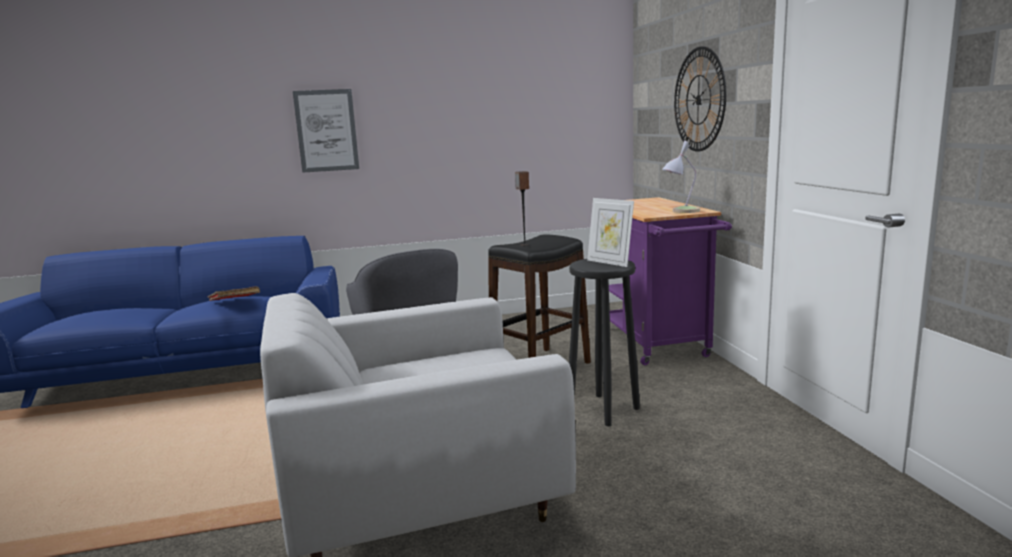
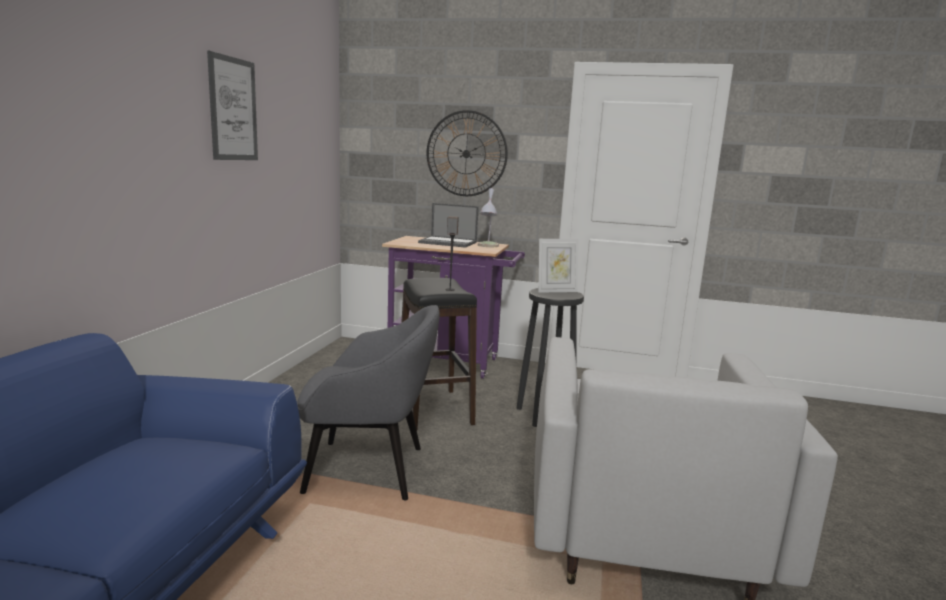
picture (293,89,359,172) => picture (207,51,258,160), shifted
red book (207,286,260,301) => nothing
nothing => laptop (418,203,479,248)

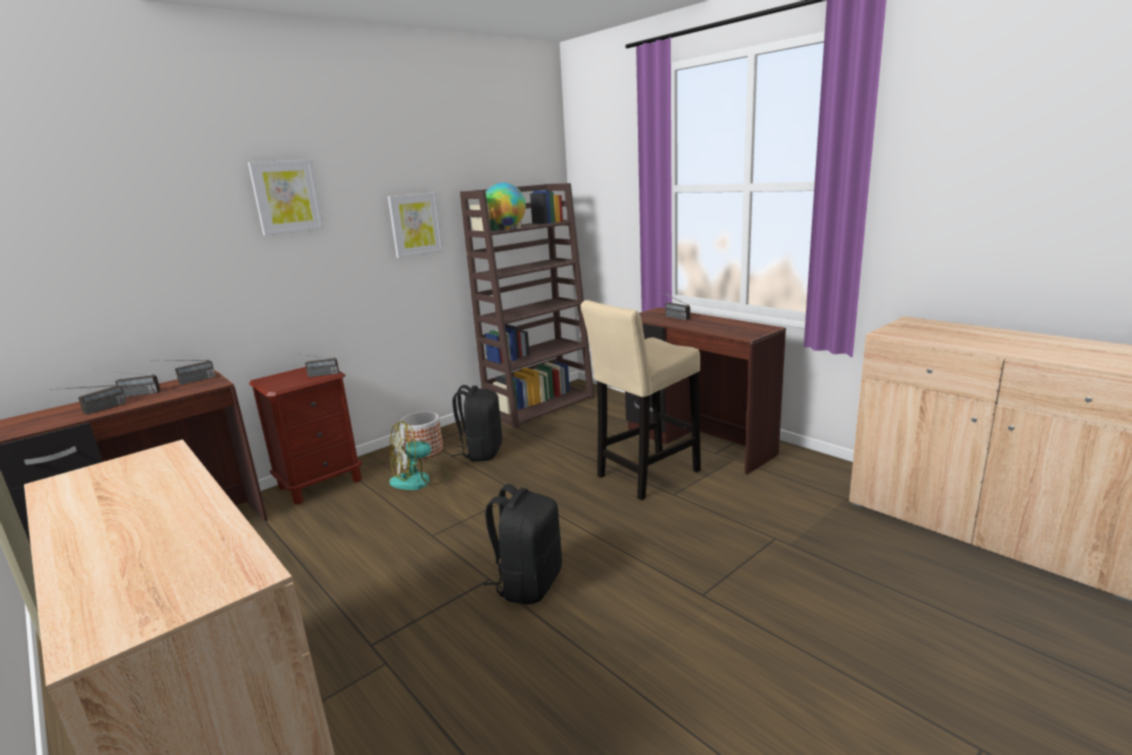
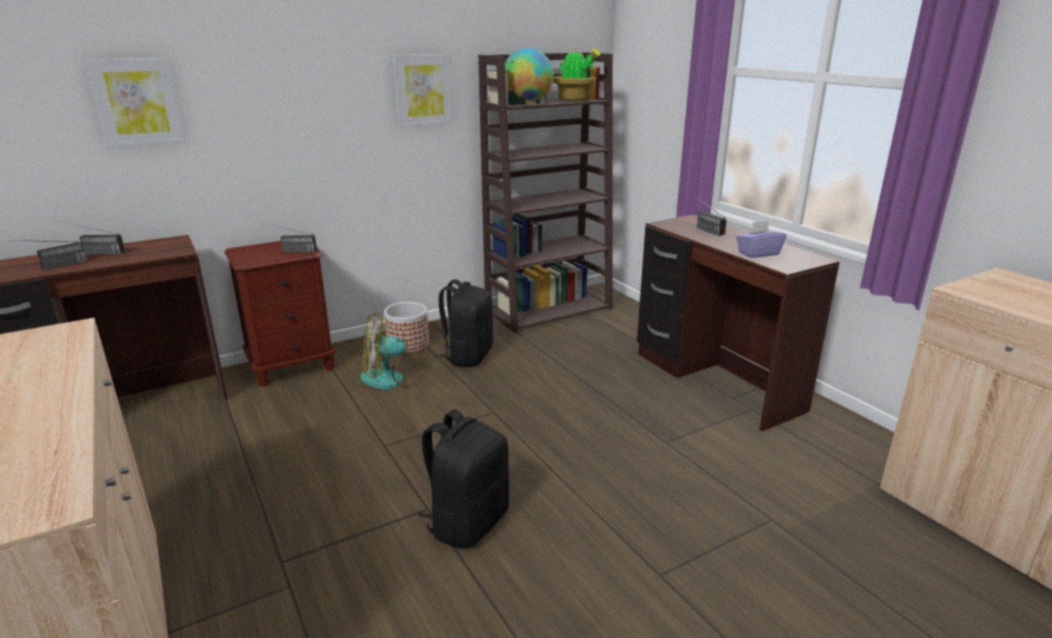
picture (248,159,324,235) => picture (85,58,186,148), shifted
beige stool (581,300,701,500) => nothing
radio (166,360,216,385) => nothing
nothing => potted plant (553,48,601,101)
nothing => purple tissue box (736,220,787,258)

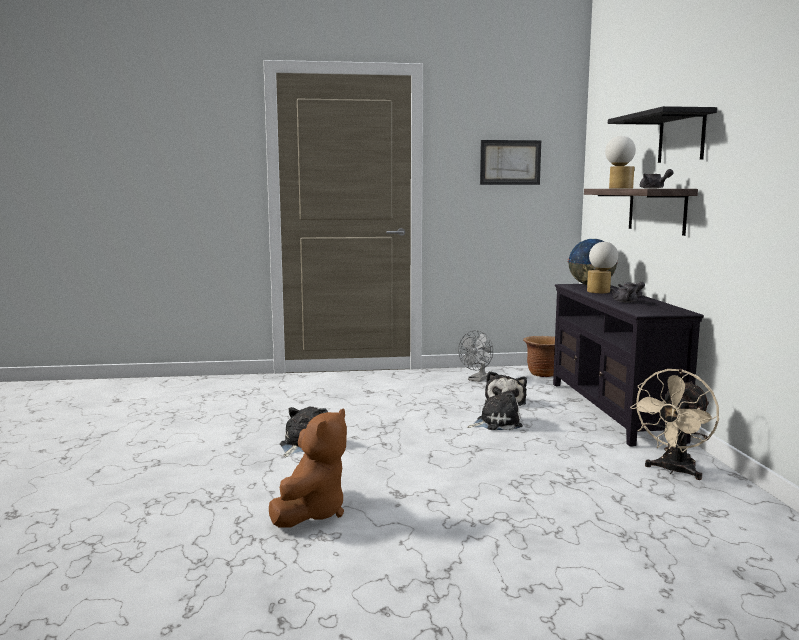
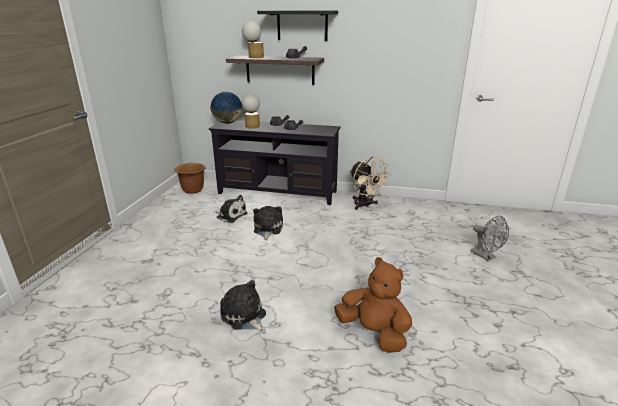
picture (480,140,541,185) => nothing
grey fan (458,330,493,382) => grey fan (471,216,509,261), shifted

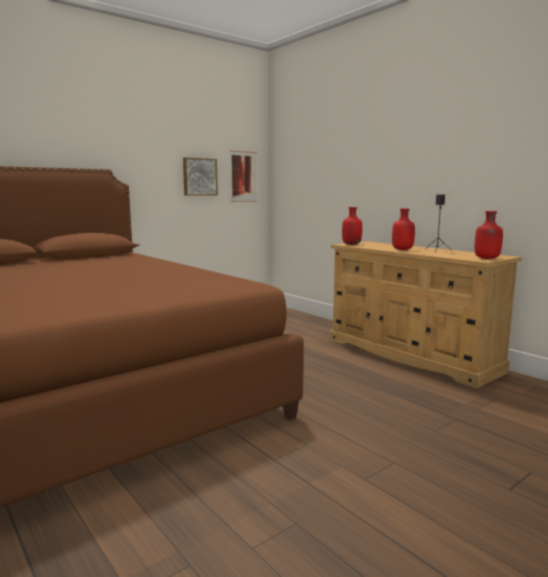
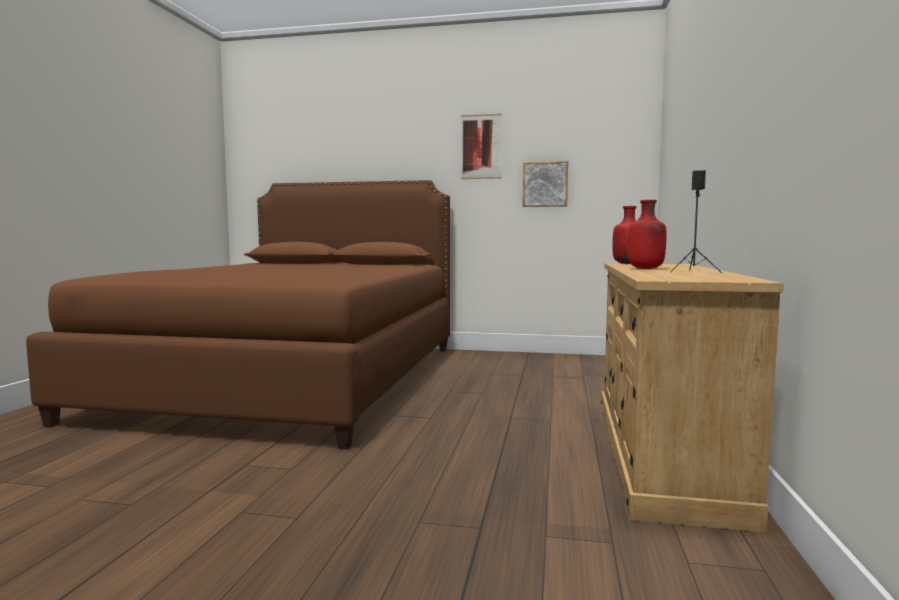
picture (230,151,257,202) => picture (461,114,502,179), shifted
red bottle (475,211,503,259) => nothing

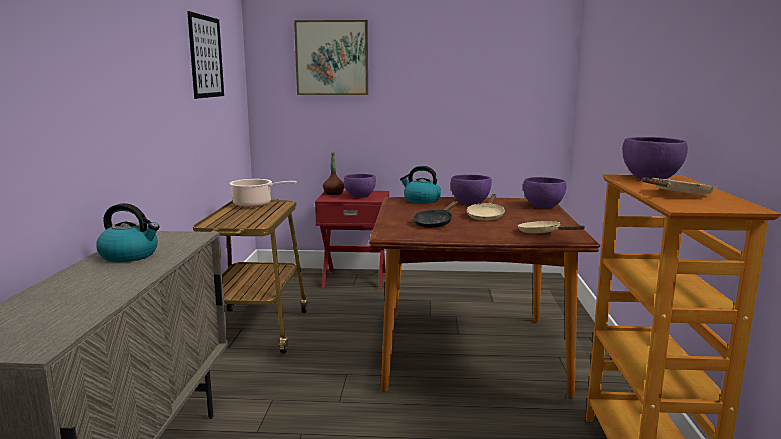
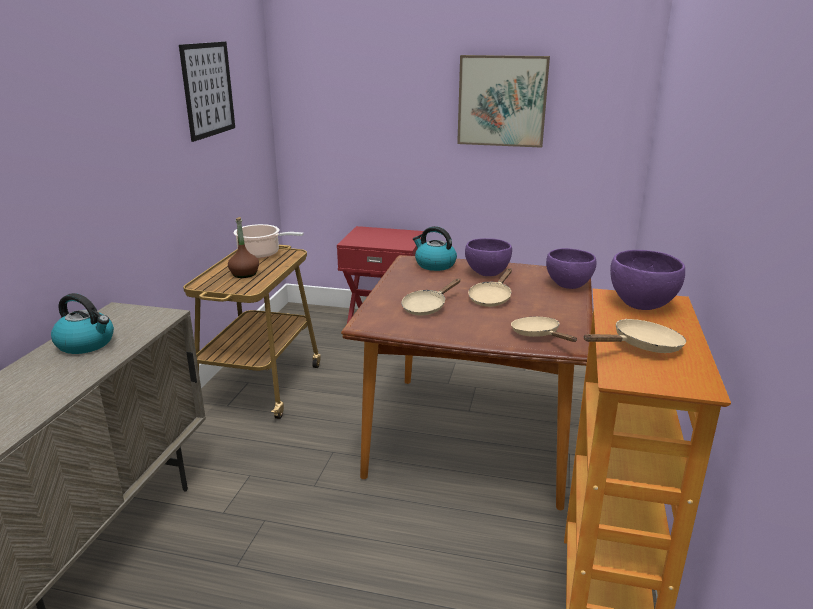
picture (294,20,368,95) => picture (457,55,550,148), shifted
brown bottle (323,152,344,195) => brown bottle (228,217,259,278), shifted
purple bowl (344,174,376,198) => nothing
black frying pan (413,201,458,228) => beige frying pan (401,279,461,316)

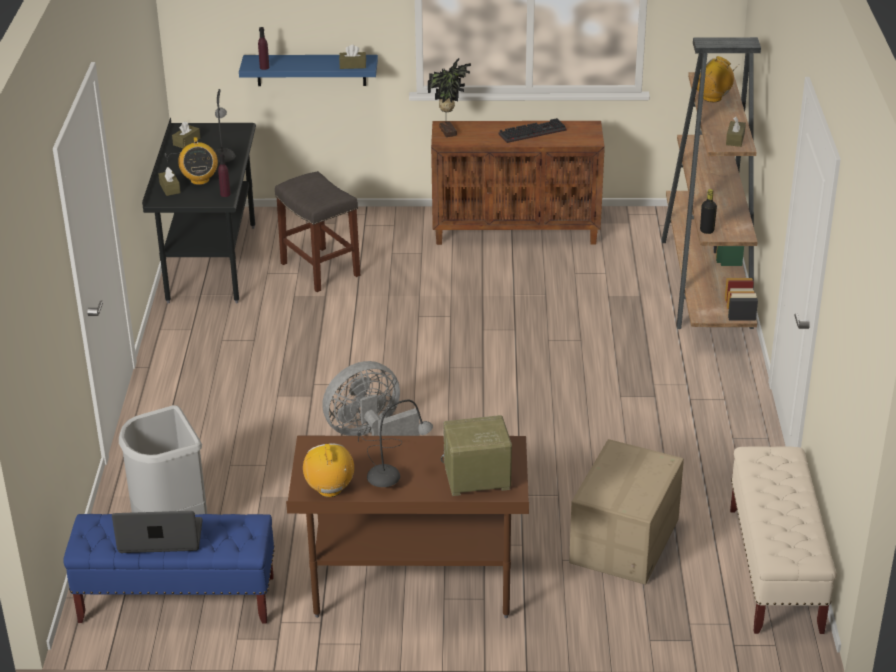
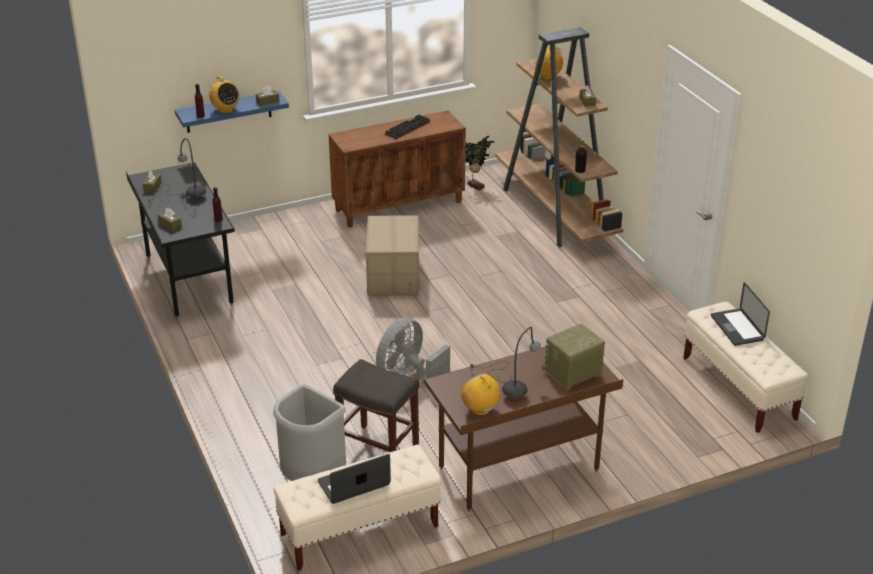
potted plant (428,58,471,137) => potted plant (465,136,494,191), shifted
radio (178,137,218,185) => radio (208,77,240,113), shifted
grey stool (275,171,360,292) => grey stool (333,359,419,452), shifted
cardboard box (569,439,684,585) => cardboard box (366,215,419,296), shifted
blue bench (64,514,275,624) => beige bench (274,444,441,571)
nothing => laptop (711,282,770,346)

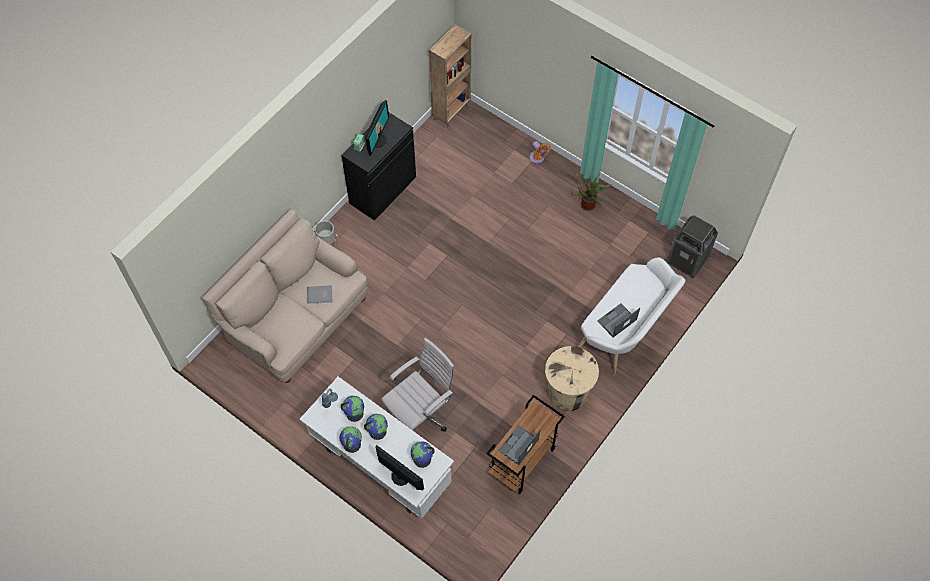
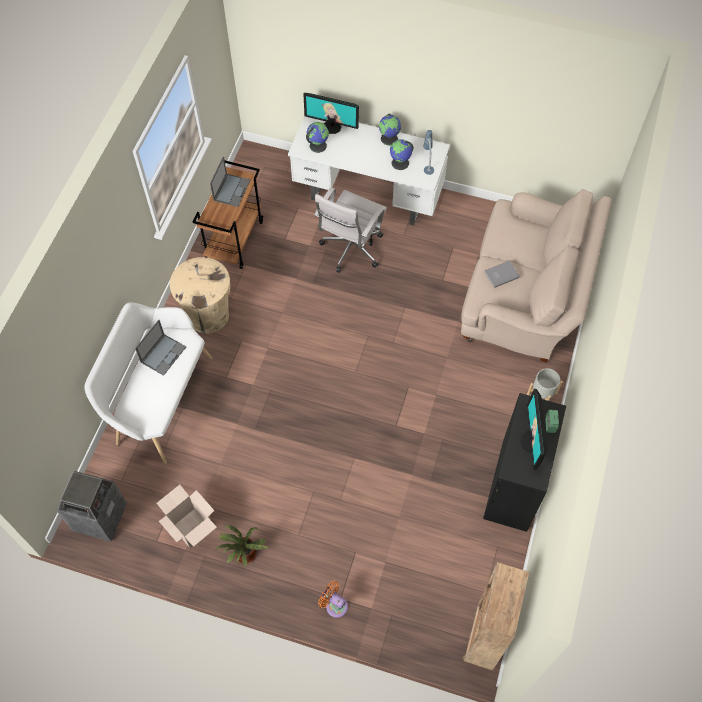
globe (364,414,388,440) => nothing
nothing => cardboard box (157,485,217,548)

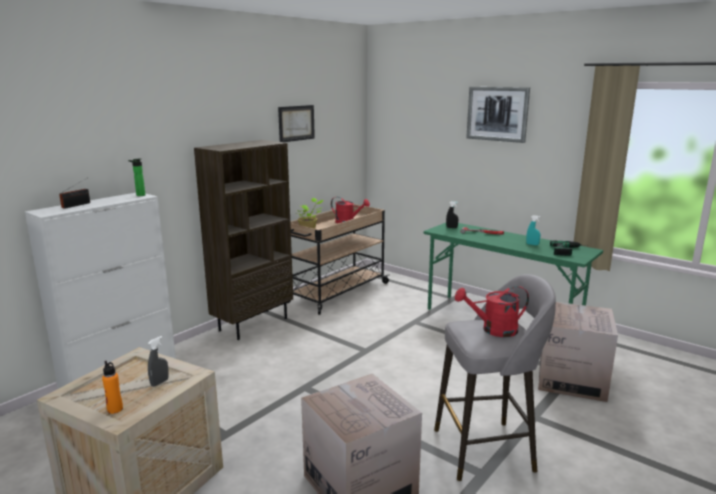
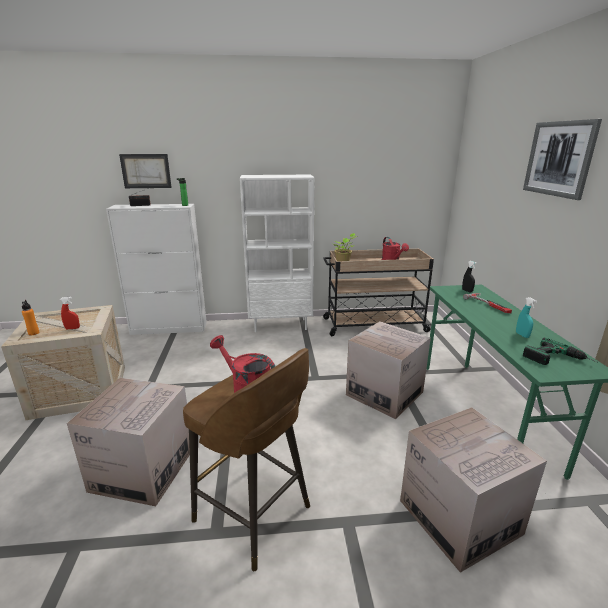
picture (278,105,315,142) => picture (119,154,172,188), shifted
brown bookcase (194,140,293,340) => white bookcase (240,175,314,332)
grey stool (434,274,556,481) => brown stool (183,348,310,571)
grey spray bottle (148,336,169,387) => red spray bottle (60,297,80,329)
nothing => cardboard box (346,321,431,419)

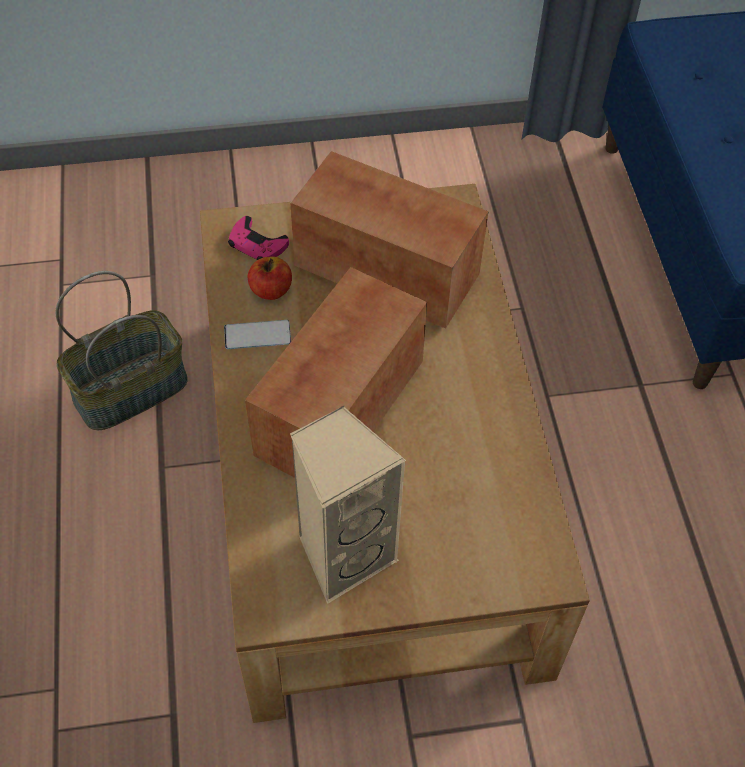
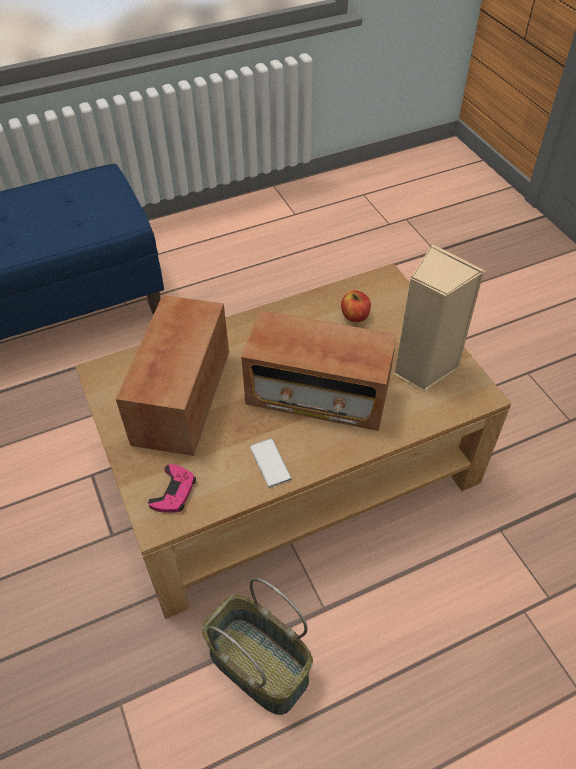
apple (248,257,292,300) => apple (341,290,371,322), shifted

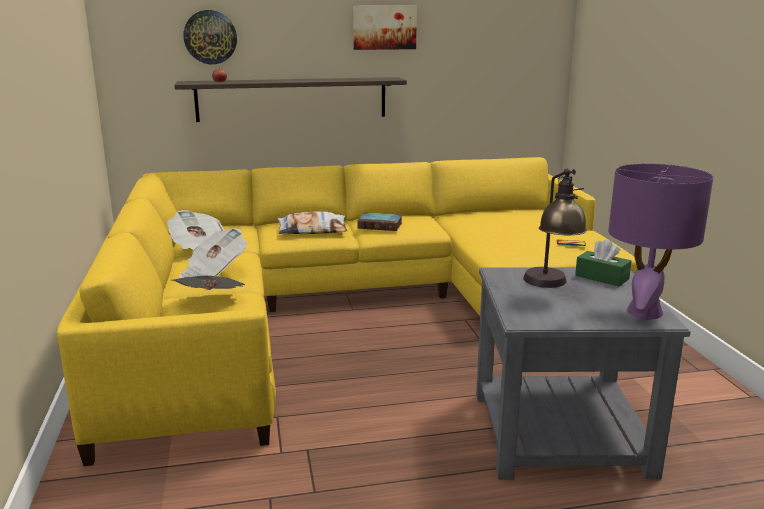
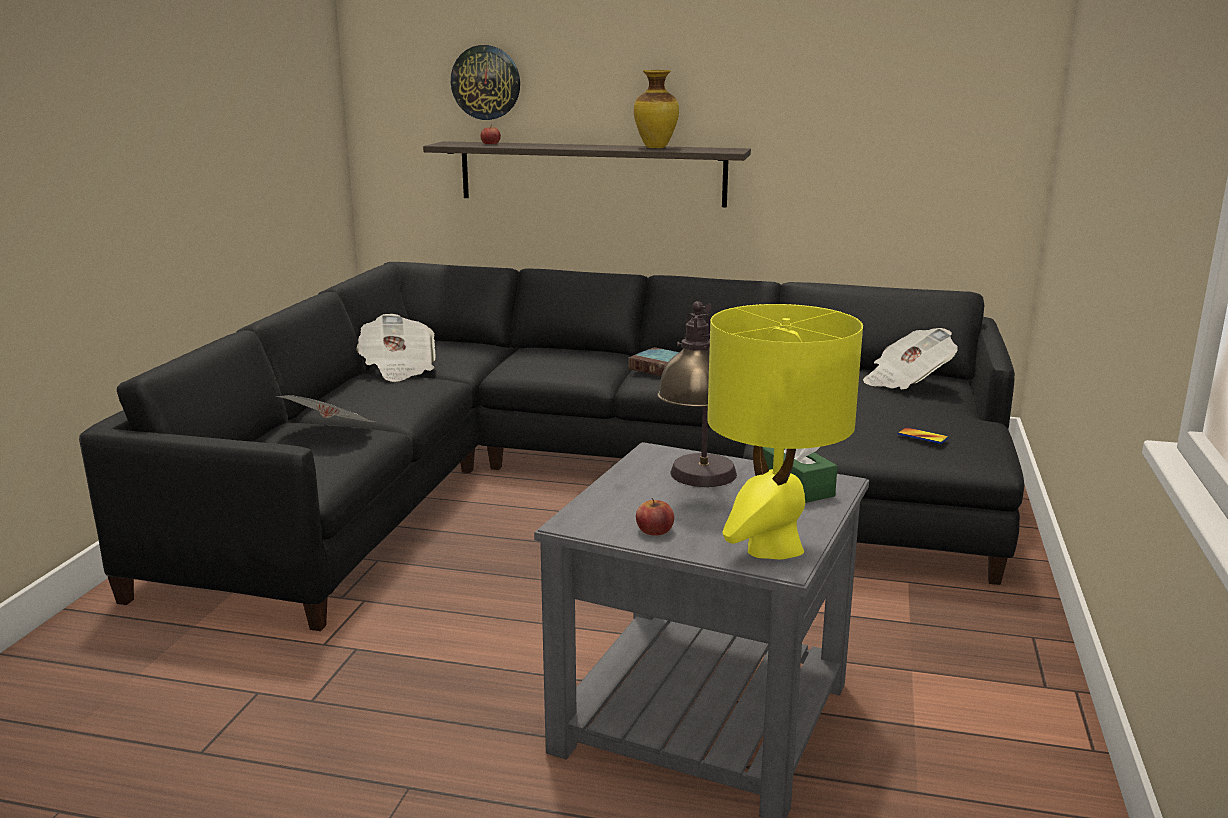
picture (353,6,417,50) => nothing
yellow sofa (57,157,637,466) => black sofa (79,262,1025,631)
purple table lamp (608,163,714,320) => yellow table lamp (707,304,863,560)
pillow (277,211,347,234) => nothing
newspaper (179,228,247,278) => newspaper (863,328,958,389), shifted
nothing => vase (634,70,679,148)
nothing => apple (636,498,674,536)

